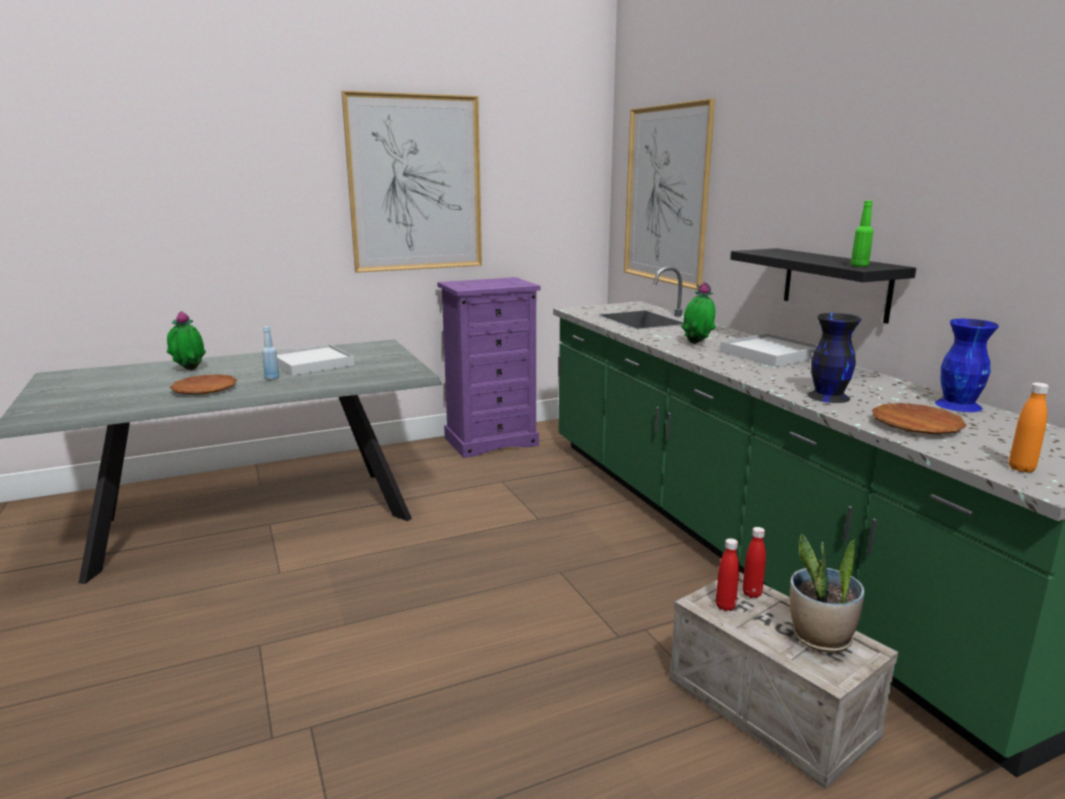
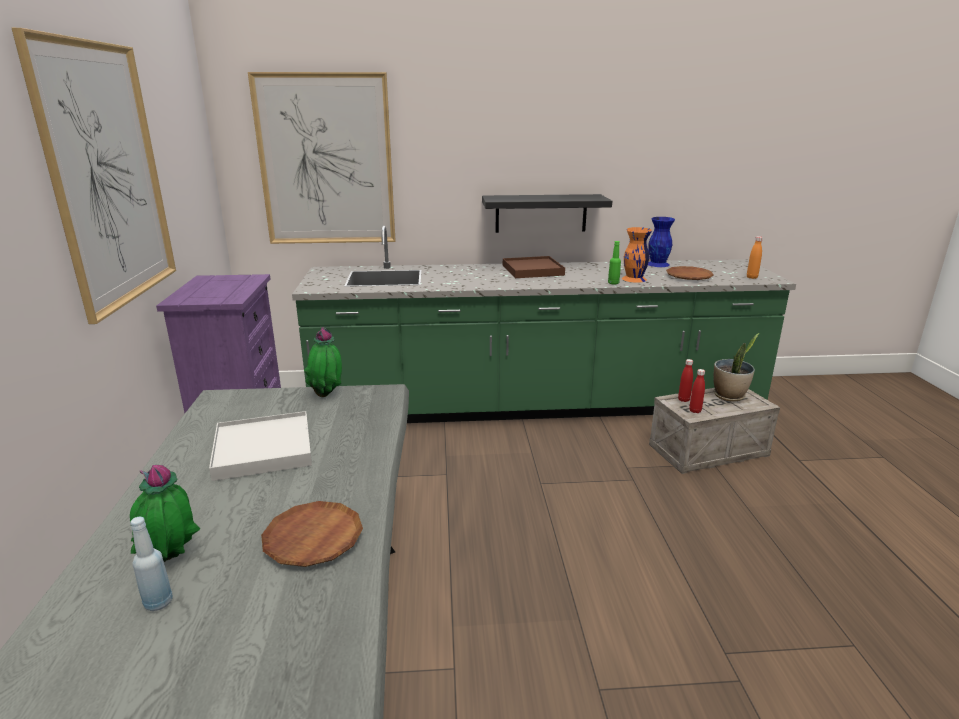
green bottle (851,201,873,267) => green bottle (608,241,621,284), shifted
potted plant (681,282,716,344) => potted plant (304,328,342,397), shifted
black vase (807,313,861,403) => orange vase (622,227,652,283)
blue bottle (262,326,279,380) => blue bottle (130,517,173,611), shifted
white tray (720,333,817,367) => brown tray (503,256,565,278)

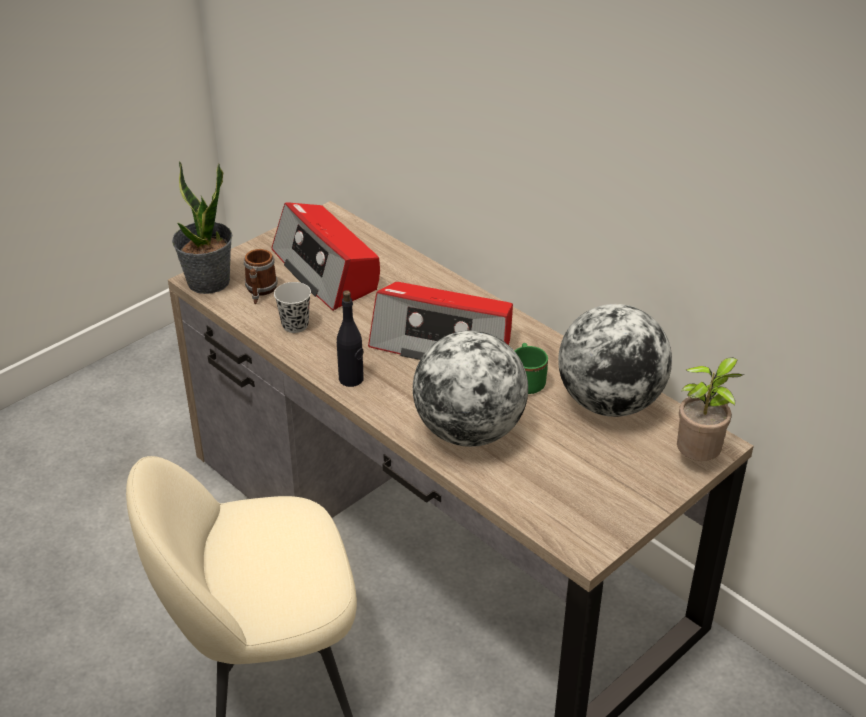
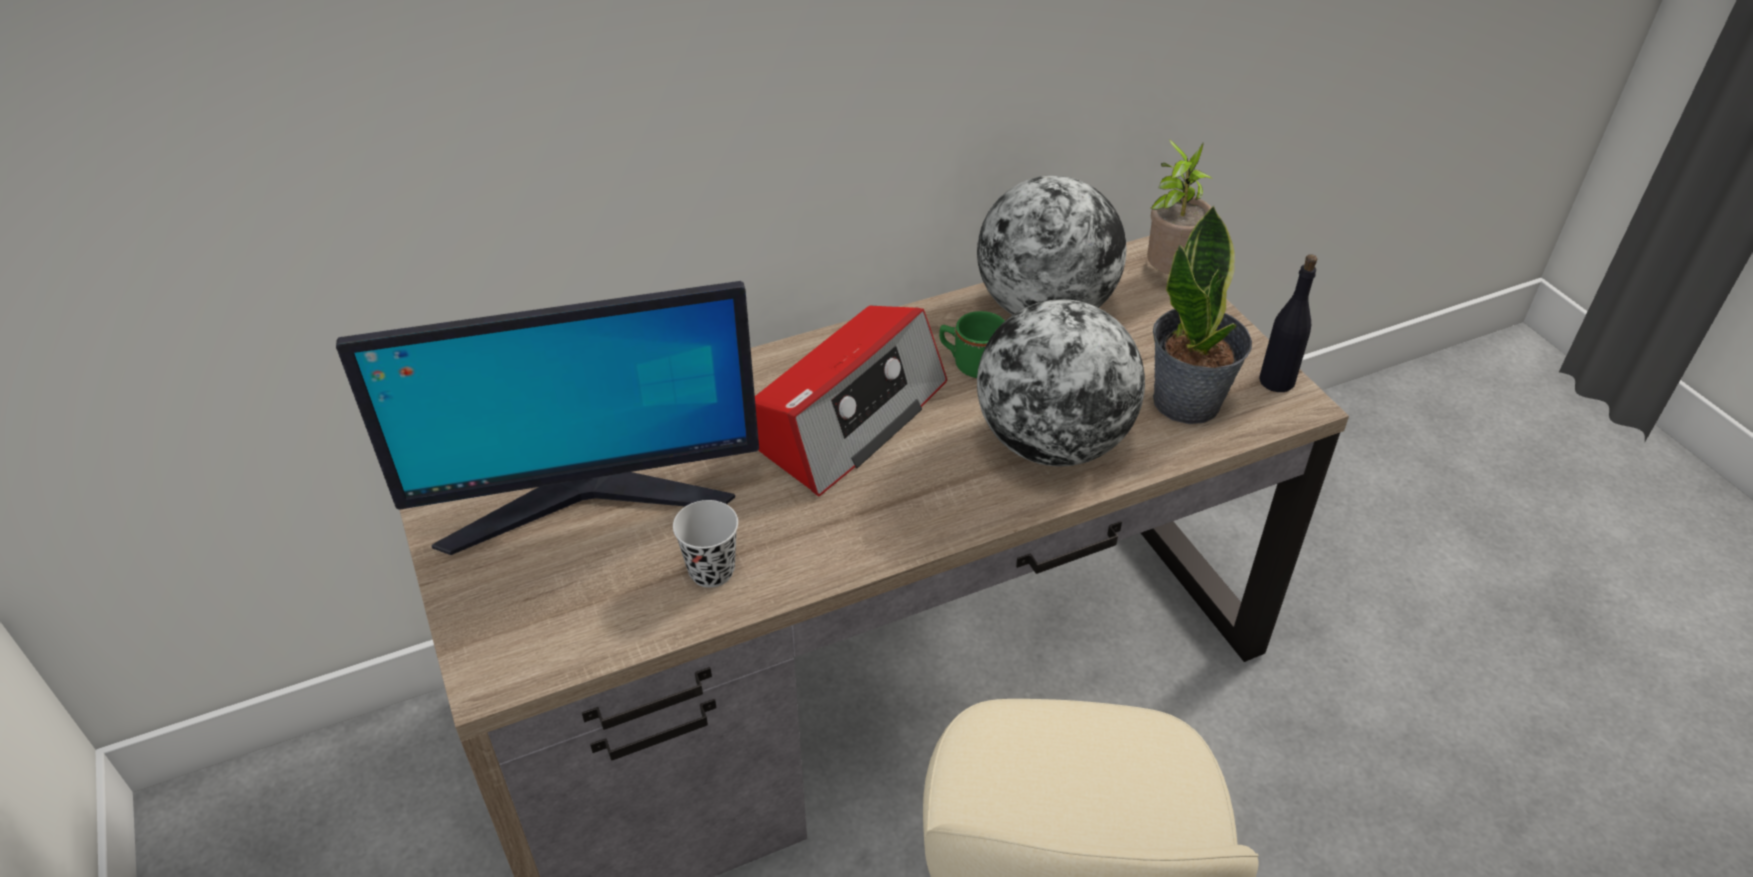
potted plant (172,161,232,294) => potted plant (1153,205,1252,424), shifted
radio (271,202,380,311) => monitor (336,281,759,555)
mug (244,249,277,304) => nothing
black bottle (337,290,364,387) => black bottle (1259,254,1317,392), shifted

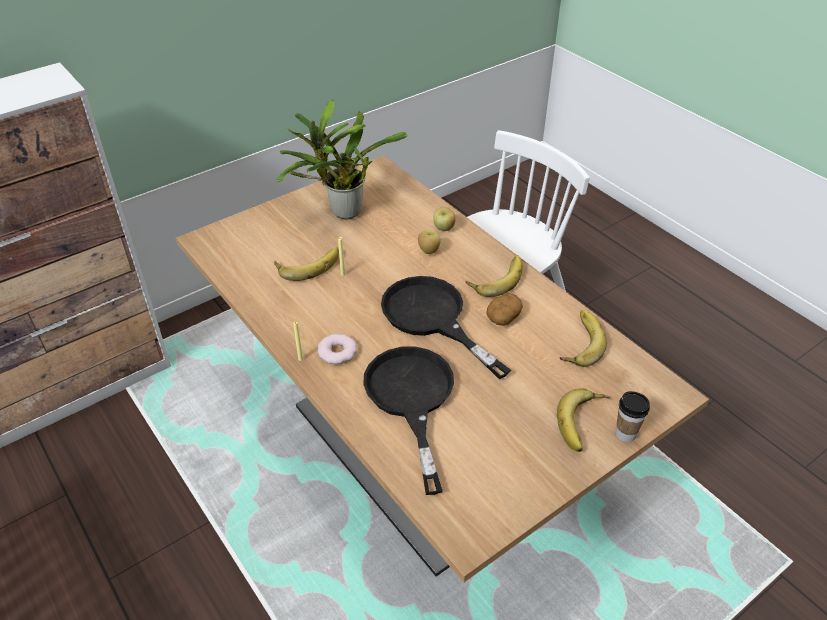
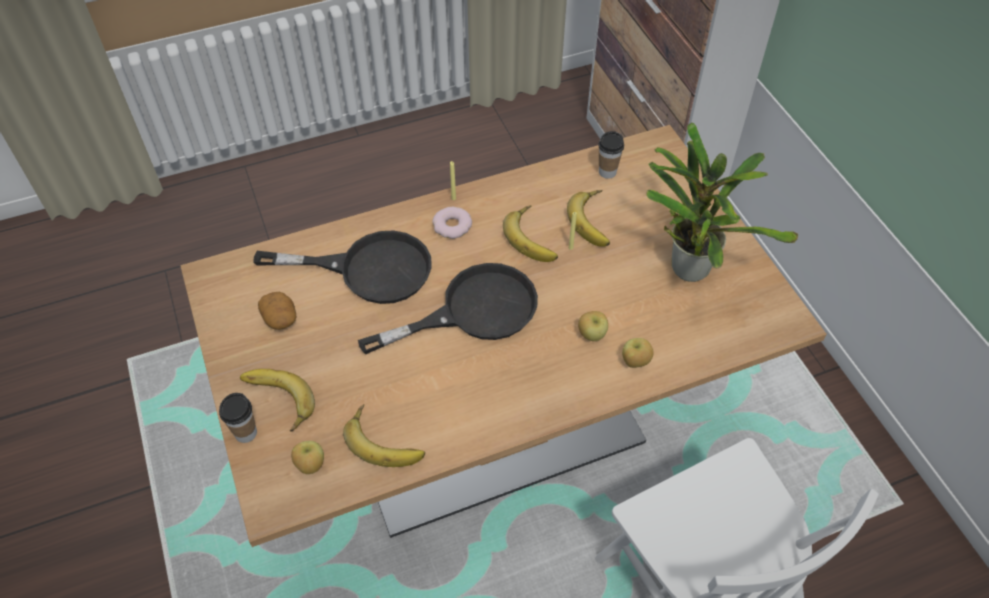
banana (466,255,523,297) => banana (503,205,558,262), shifted
potato (486,293,523,326) => potato (258,292,296,330), shifted
nothing => cup (598,131,624,179)
nothing => apple (291,441,324,474)

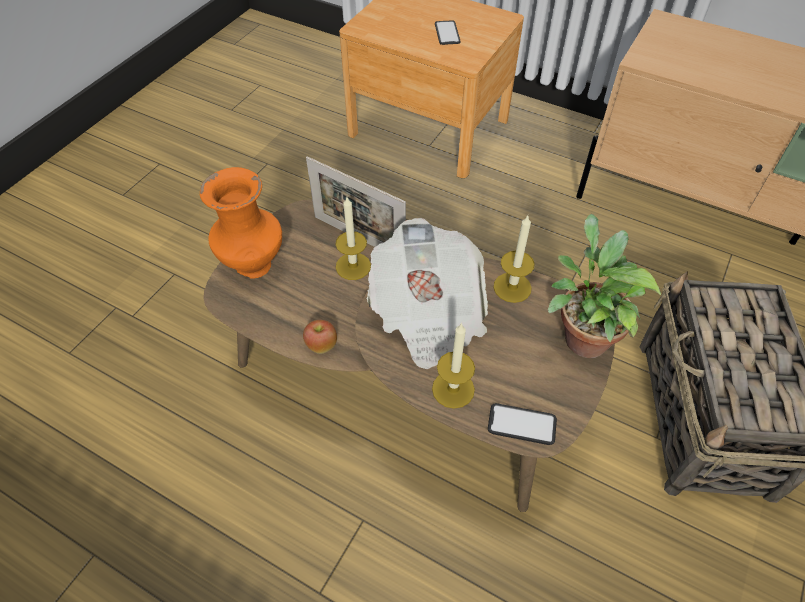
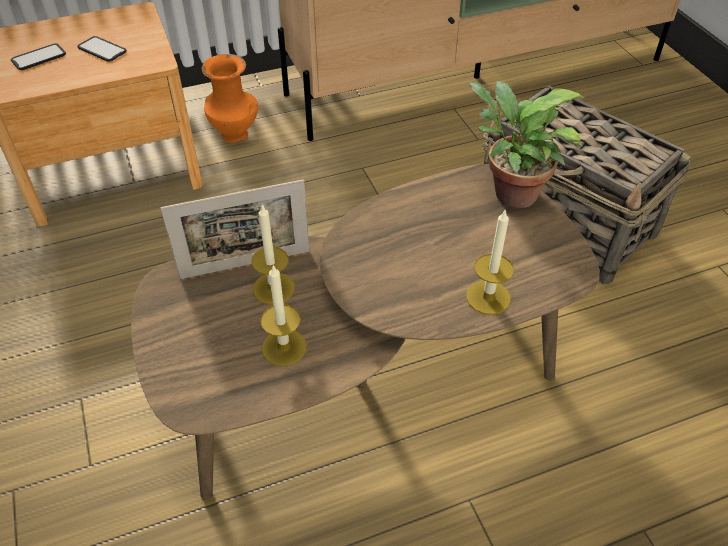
orange vase (200,167,282,279) => orange vase (202,54,258,143), shifted
candle (493,216,535,303) => candle (260,264,307,366), shifted
newspaper (366,218,488,369) => nothing
apple (303,320,337,354) => nothing
phone (488,403,557,445) => phone (11,43,66,70), shifted

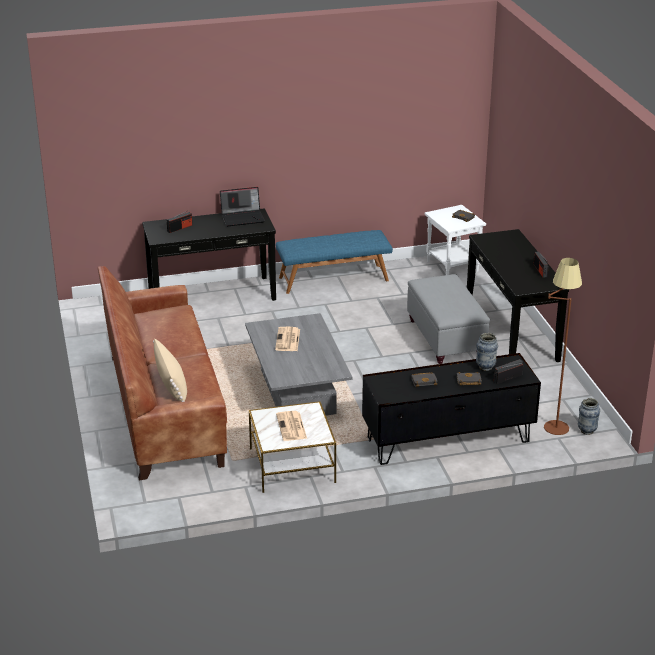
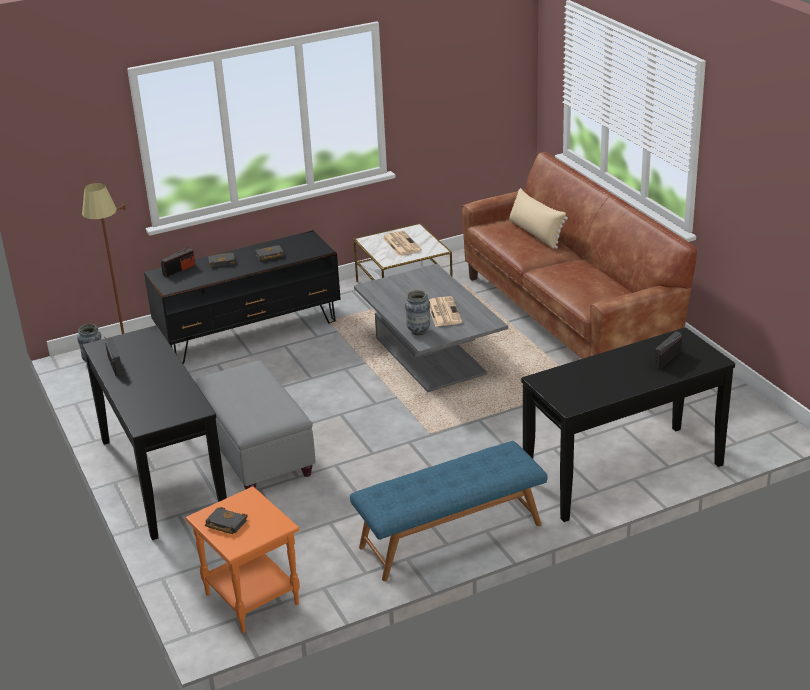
laptop (220,187,265,226) => nothing
white side table (425,205,486,275) => orange side table (185,486,300,633)
vase (476,333,498,371) => vase (405,290,430,335), shifted

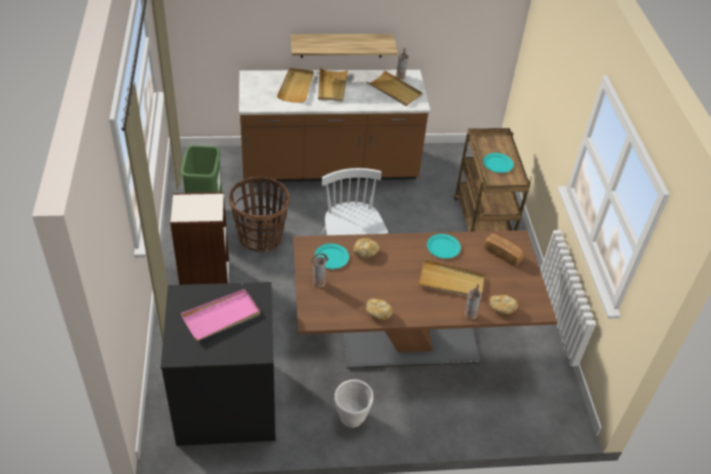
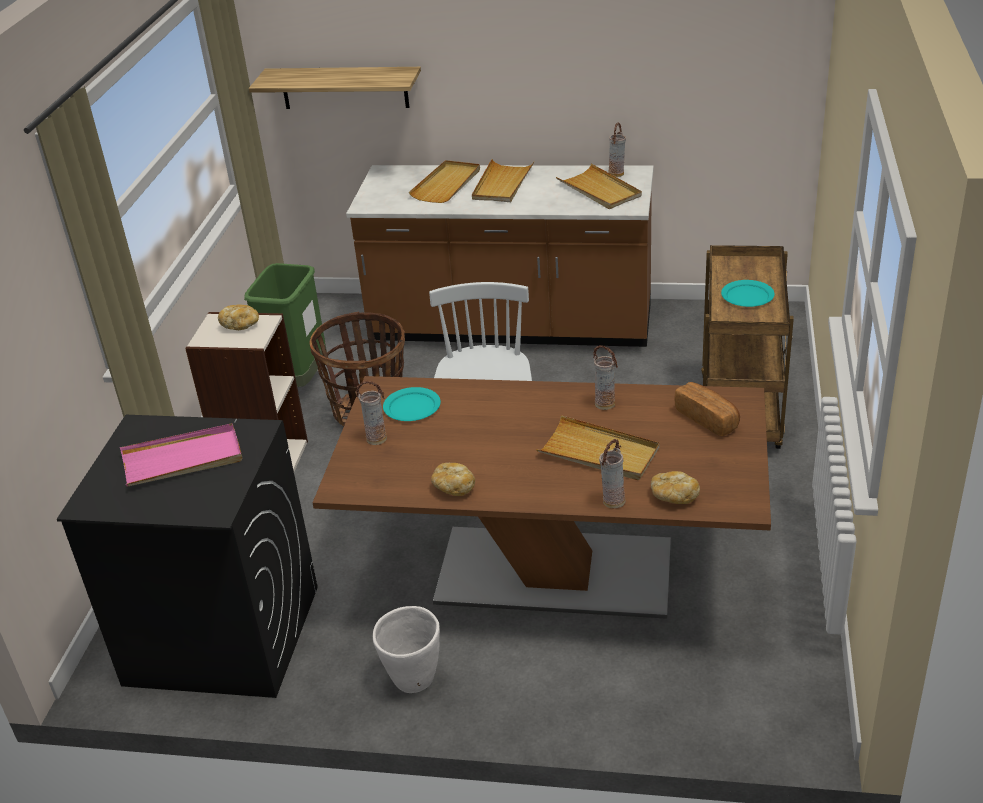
shelf (291,34,398,58) => shelf (249,67,421,109), shifted
turquoise plate (427,234,461,259) => vase (593,345,618,410)
bread (353,238,379,258) => bread (218,304,259,330), shifted

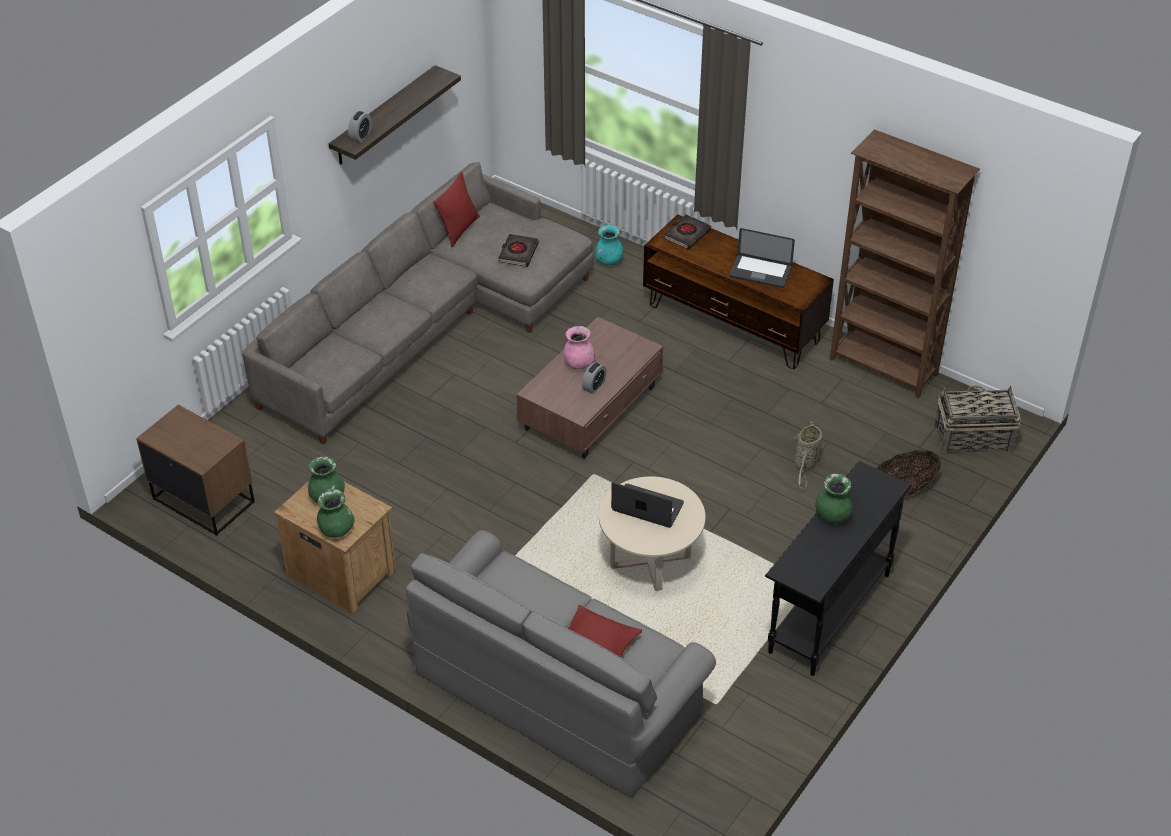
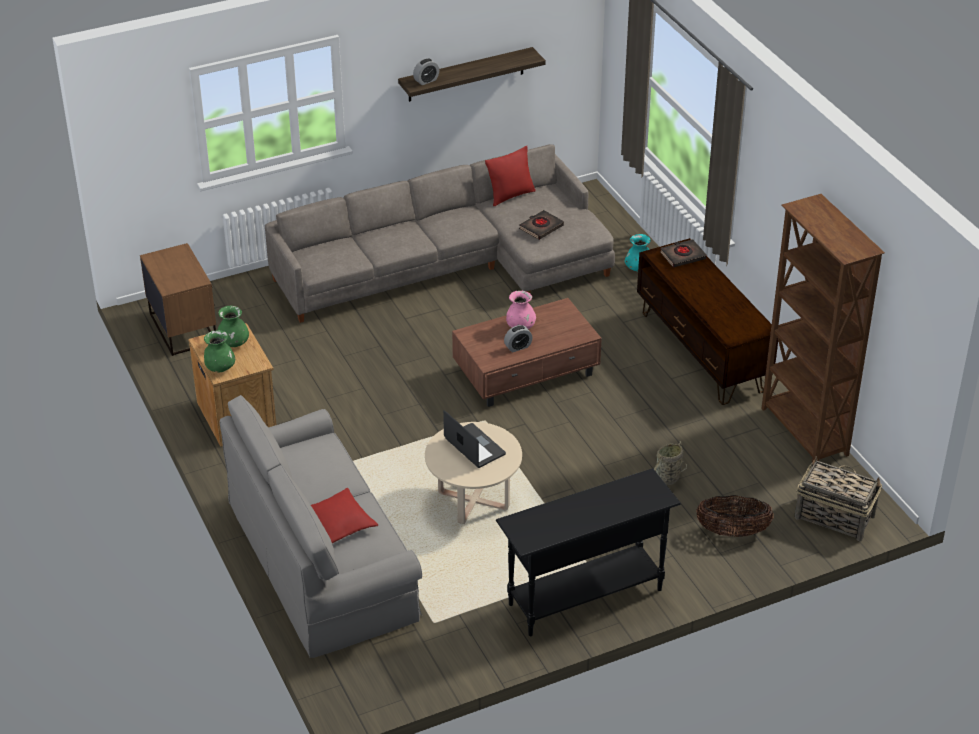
laptop (729,228,795,288) => nothing
green vase (815,474,853,523) => nothing

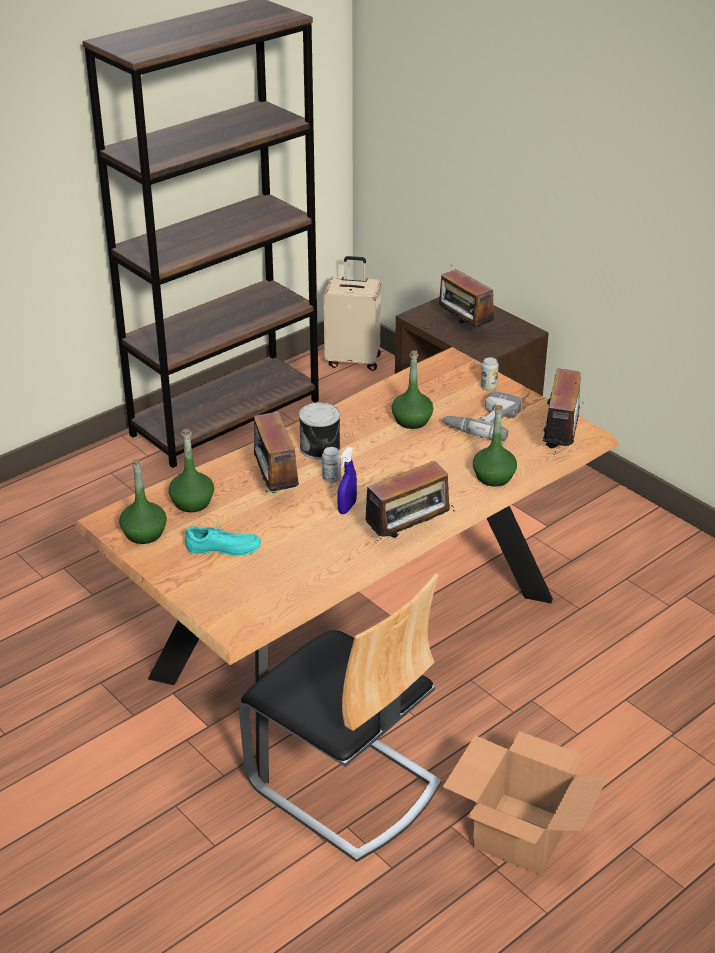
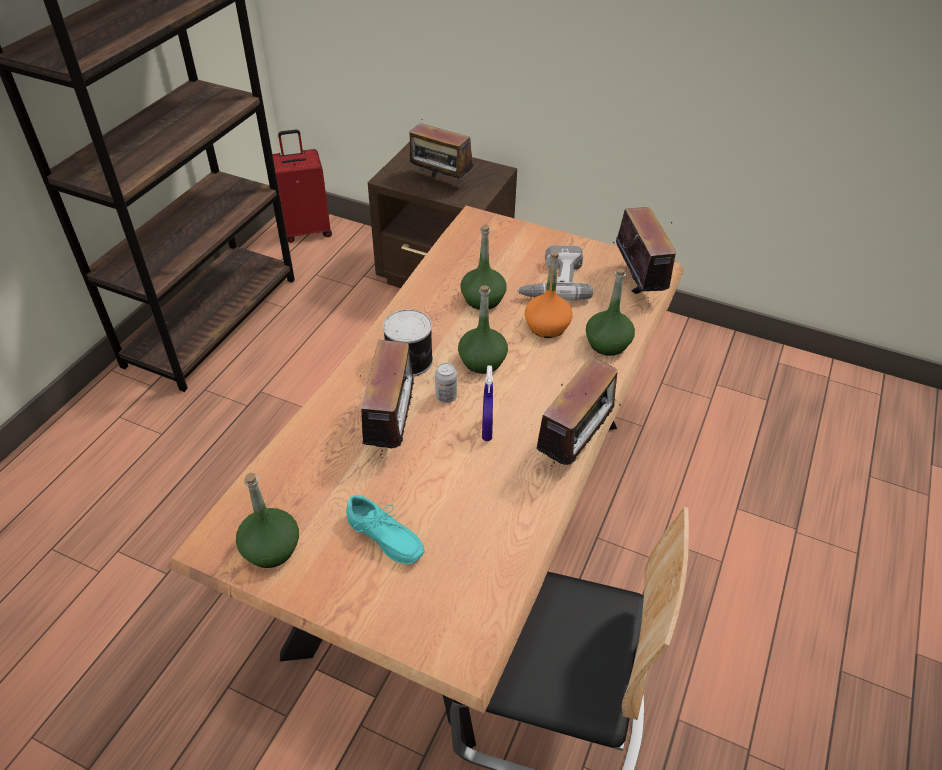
beige suitcase (323,256,381,371) => red suitcase (272,130,332,243)
can (481,357,499,391) => nothing
radio (254,407,306,495) => radio (360,340,419,458), 135 degrees counterclockwise
green bottle (169,429,214,512) => green bottle (458,285,508,374), shifted
turquoise shoe (185,522,261,556) => turquoise shoe (346,495,425,564), 60 degrees clockwise
cardboard box (443,731,608,875) => nothing
nothing => orange bottle (525,252,572,338)

